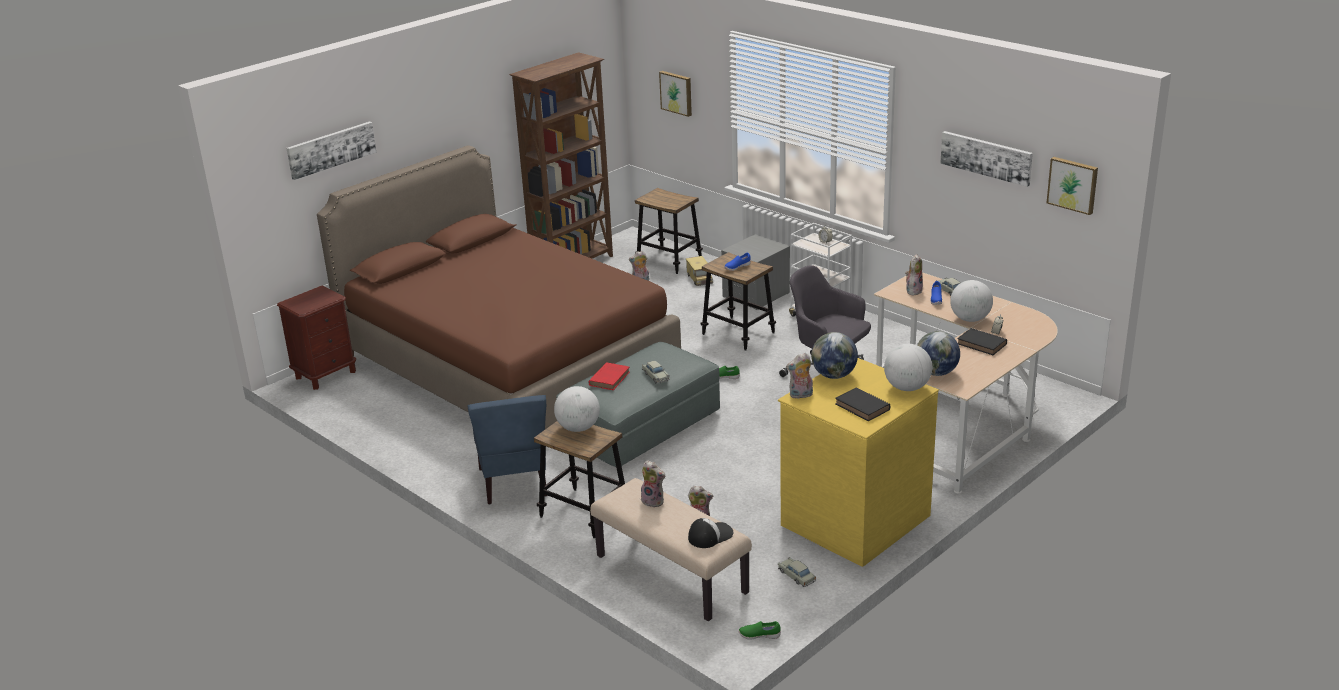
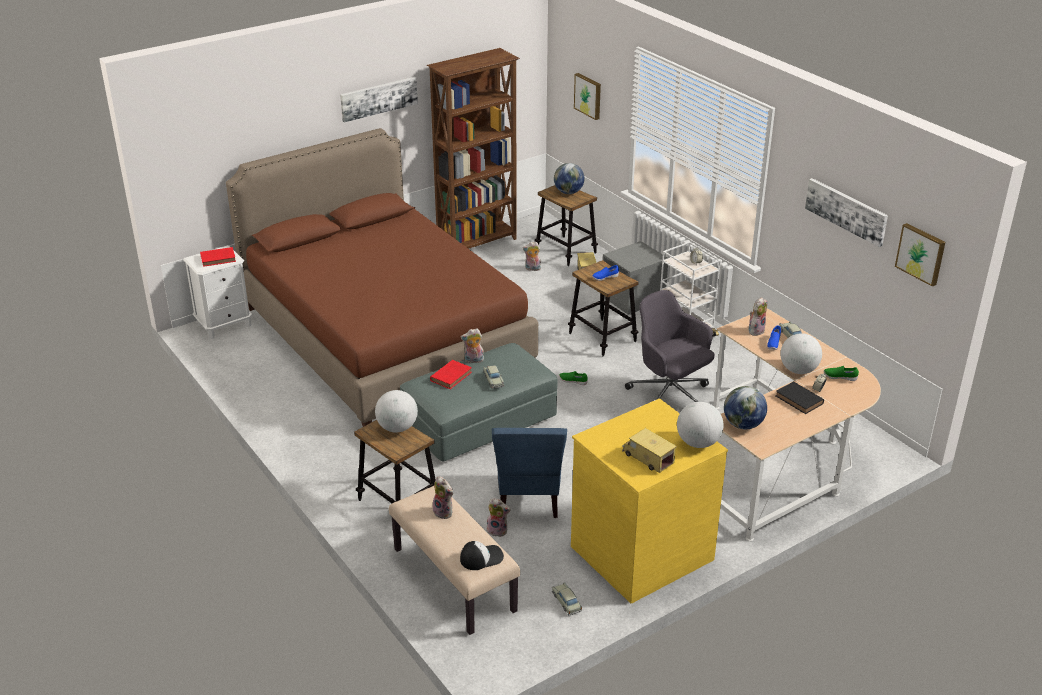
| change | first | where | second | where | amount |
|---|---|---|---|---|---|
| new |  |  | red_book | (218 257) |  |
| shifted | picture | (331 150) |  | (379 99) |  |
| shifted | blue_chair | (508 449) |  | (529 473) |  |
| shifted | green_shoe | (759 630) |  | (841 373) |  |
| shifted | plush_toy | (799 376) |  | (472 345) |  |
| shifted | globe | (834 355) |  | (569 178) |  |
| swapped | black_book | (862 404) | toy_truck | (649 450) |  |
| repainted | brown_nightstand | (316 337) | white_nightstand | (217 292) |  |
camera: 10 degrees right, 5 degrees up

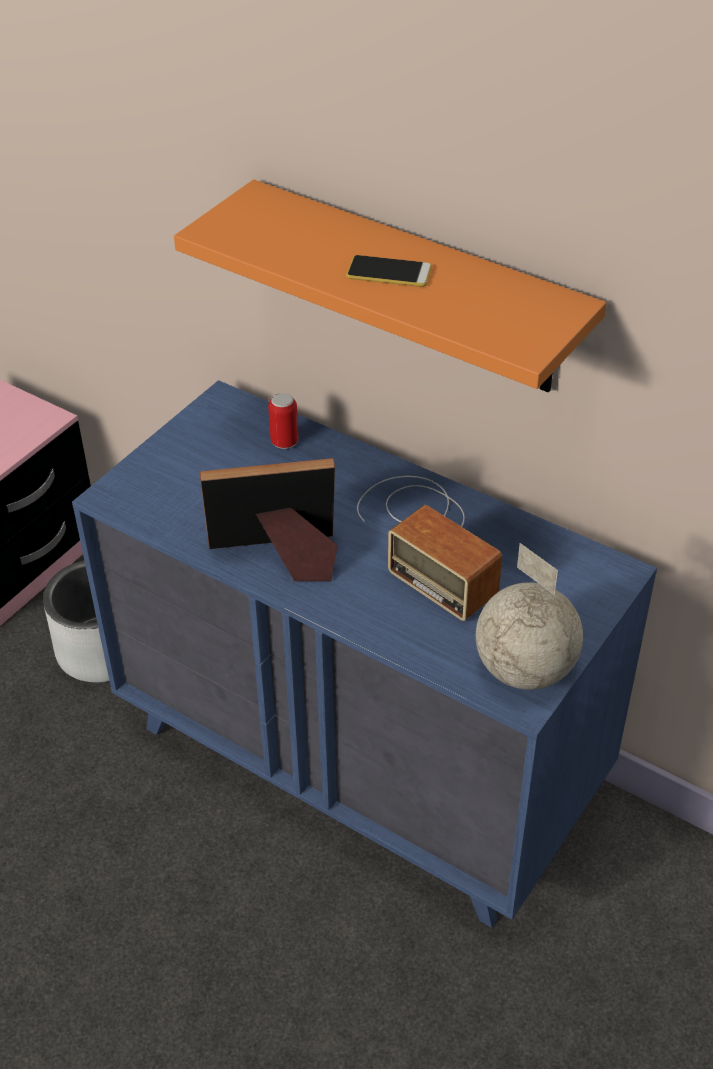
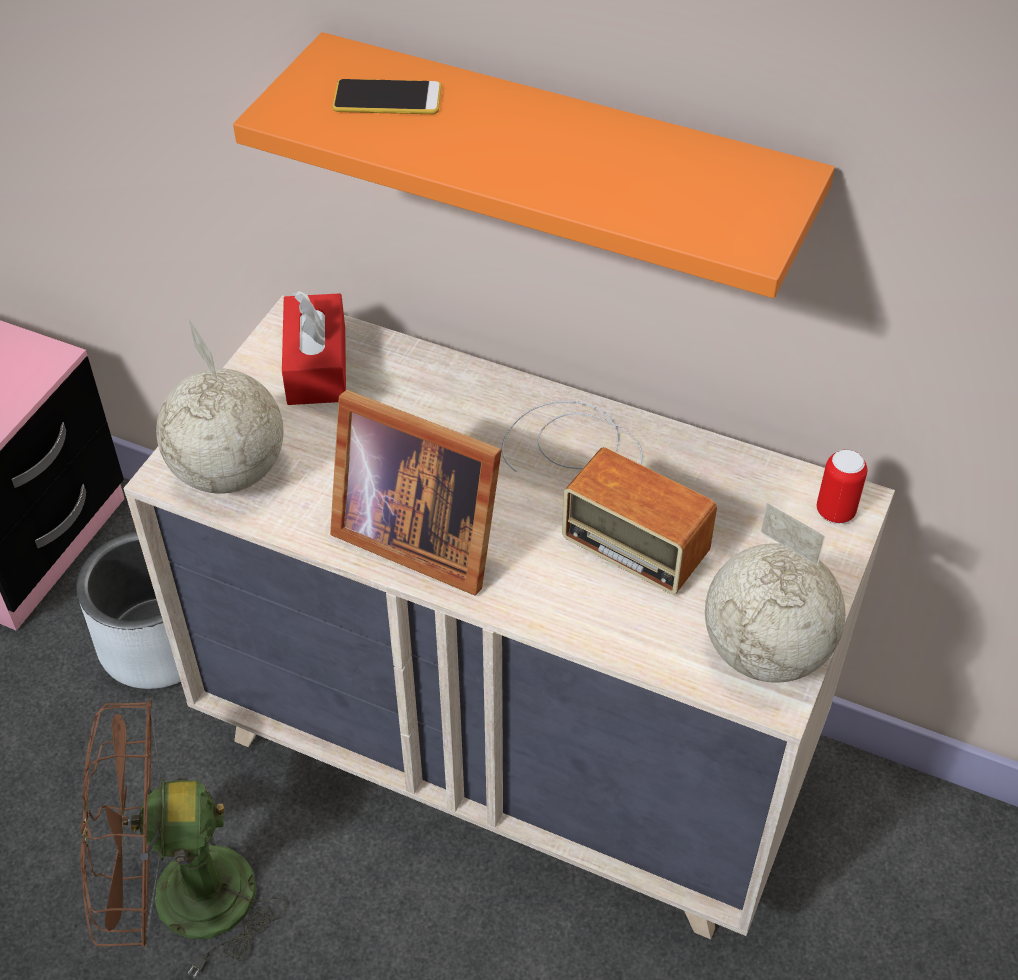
| change | first | where | second | where | amount |
|---|---|---|---|---|---|
| new |  |  | brown_fan | (184 837) |  |
| new |  |  | globe | (220 405) |  |
| new |  |  | red_tissue_box | (314 348) |  |
| shifted | can | (283 421) |  | (842 487) |  |
| shifted | phone | (389 271) |  | (387 96) |  |
| repainted | blue_dresser | (364 654) | beige_dresser | (509 617) |  |
| rotated | picture_frame | (269 519) |  | (416 493) | 135 degrees counterclockwise |
camera: 10 degrees left, 5 degrees up

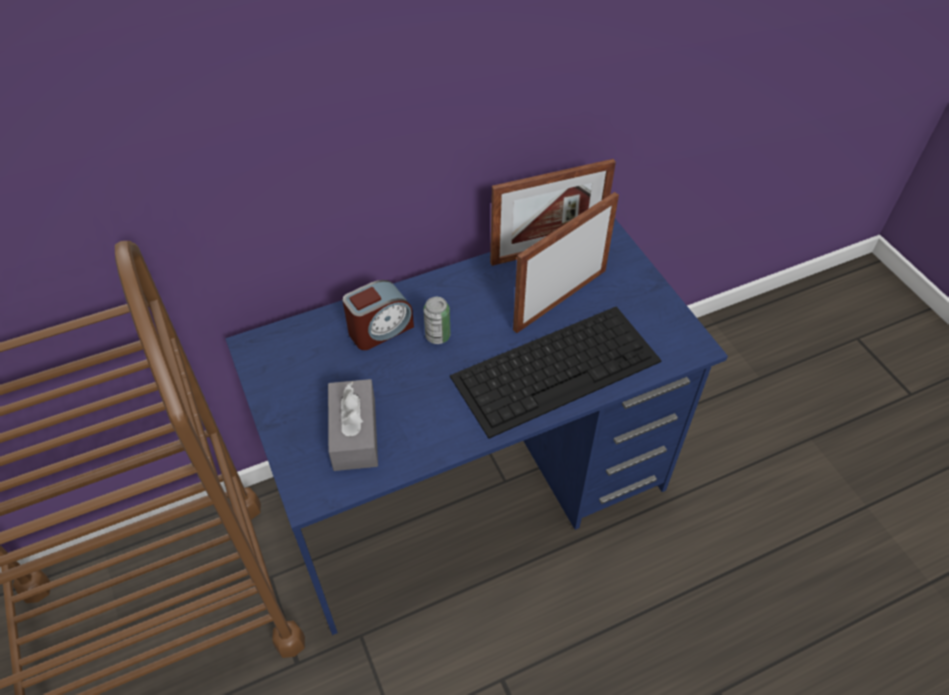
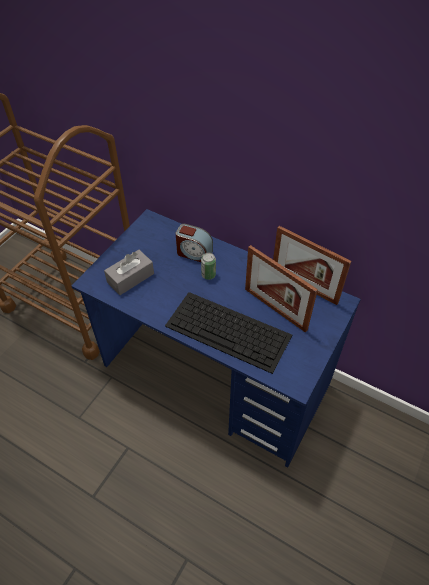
| change | first | where | second | where | amount |
|---|---|---|---|---|---|
| rotated | picture_frame | (566 262) |  | (281 289) | 150 degrees counterclockwise |
camera: 55 degrees right, 0 degrees up

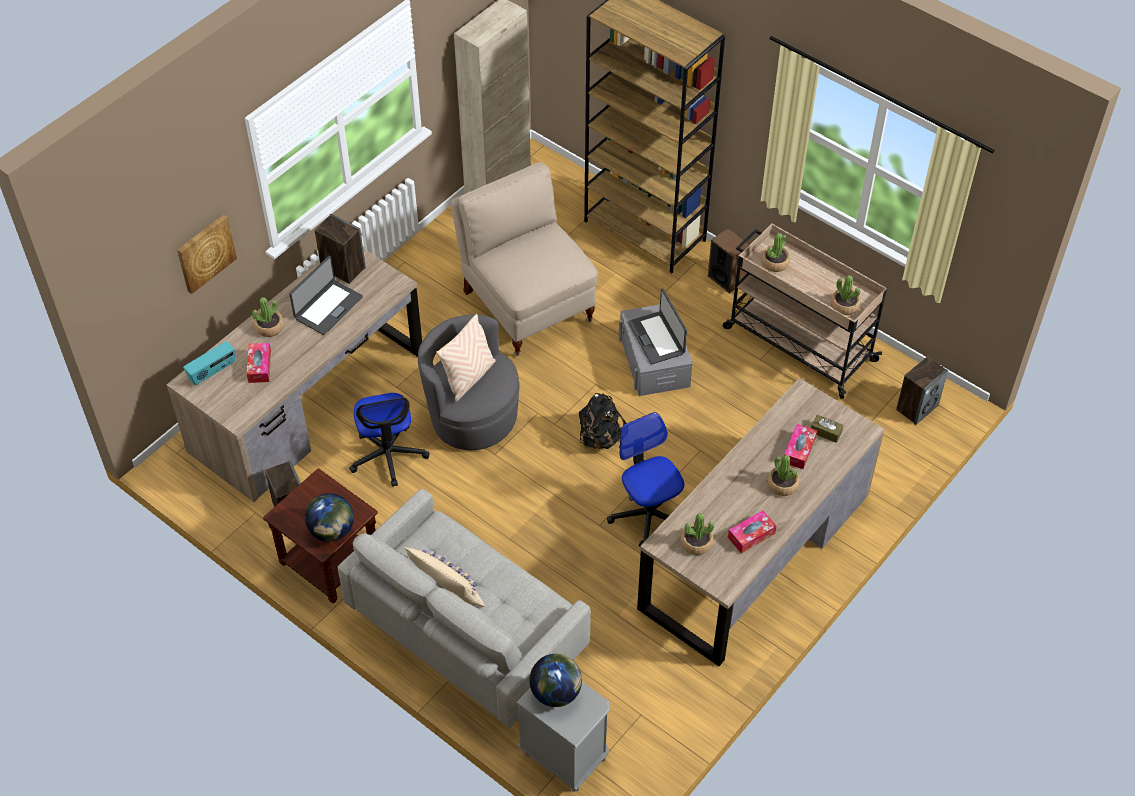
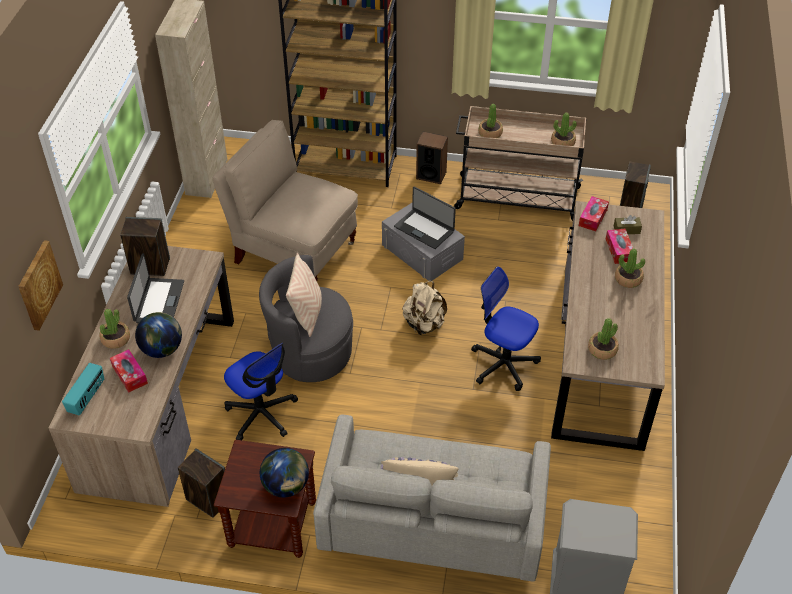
| change | first | where | second | where | amount |
|---|---|---|---|---|---|
| shifted | globe | (555 680) |  | (158 335) |  |
| shifted | tissue_box | (752 531) |  | (594 213) |  |
| repainted | black_backpack | (603 421) | beige_backpack | (424 308) |  |
camera: 30 degrees left, 5 degrees down

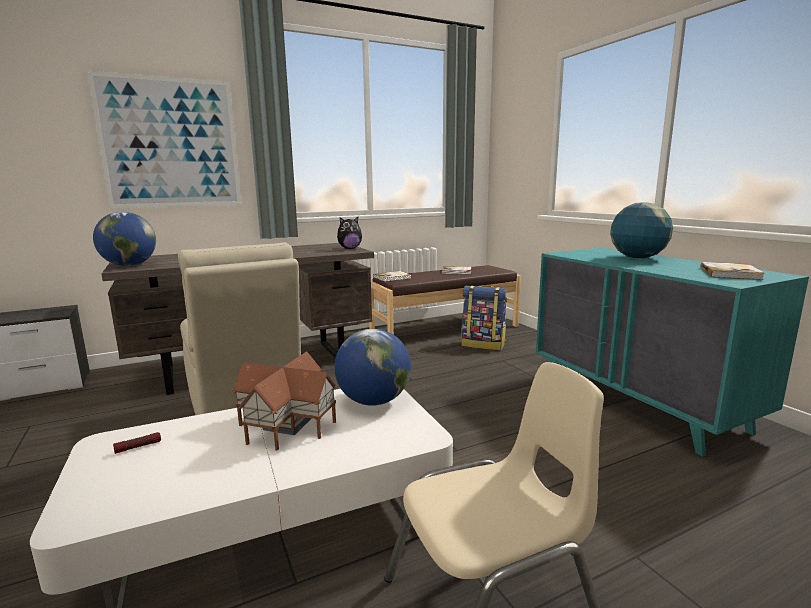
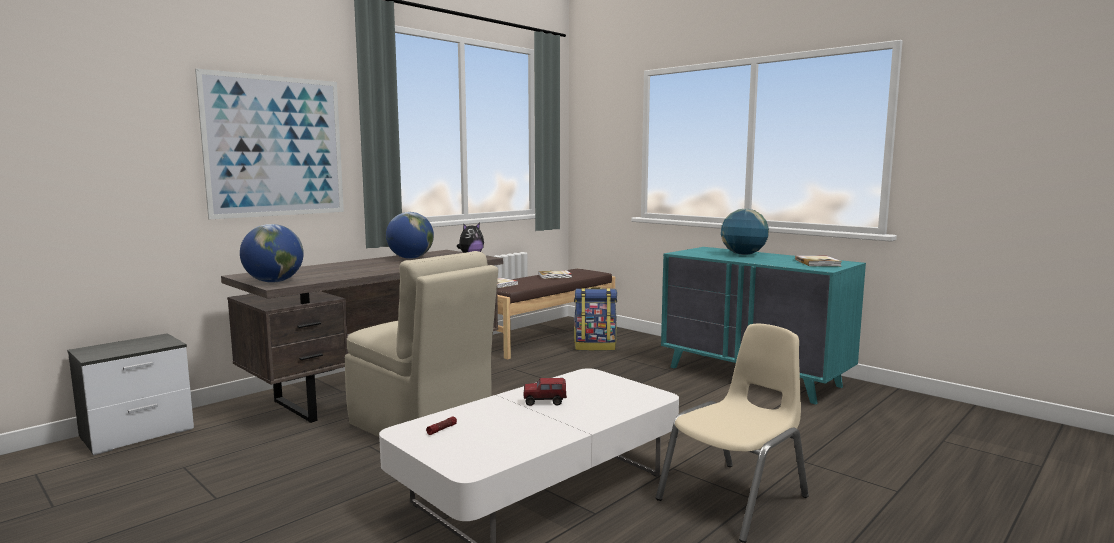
| change | first | where | second | where | amount |
|---|---|---|---|---|---|
| shifted | globe | (372 367) |  | (410 235) |  |
| swapped | toy_house | (284 401) | toy_truck | (545 392) |  |
camera: 20 degrees left, 5 degrees down

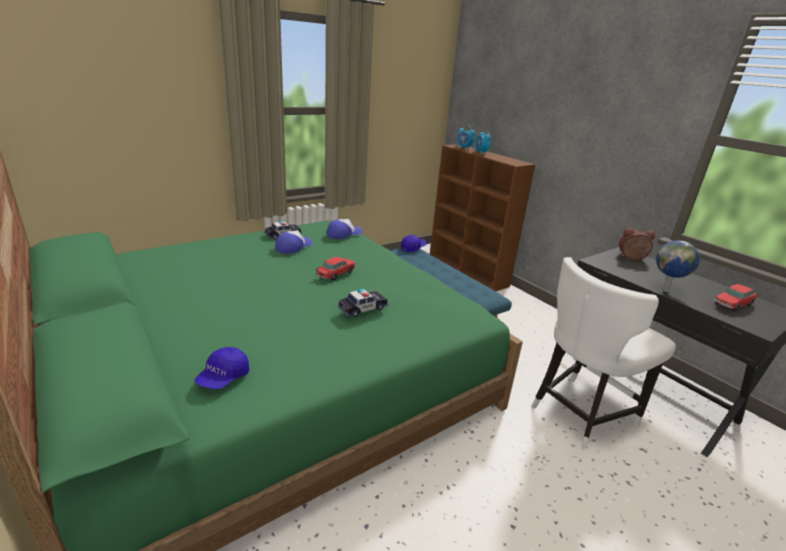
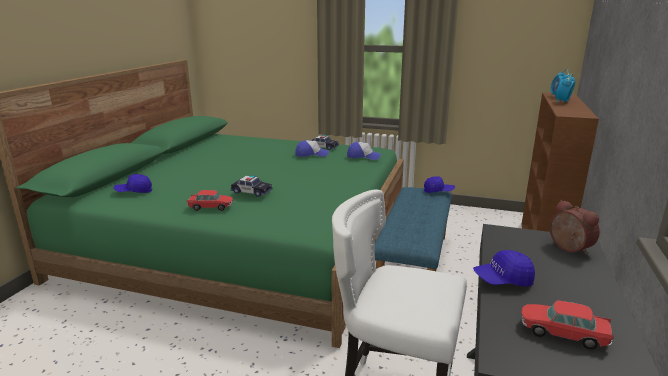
| change | first | where | second | where | amount |
|---|---|---|---|---|---|
| shifted | toy_car | (335 269) |  | (210 200) |  |
| swapped | globe | (678 266) | blue_cap | (504 268) |  |
camera: 55 degrees right, 5 degrees down

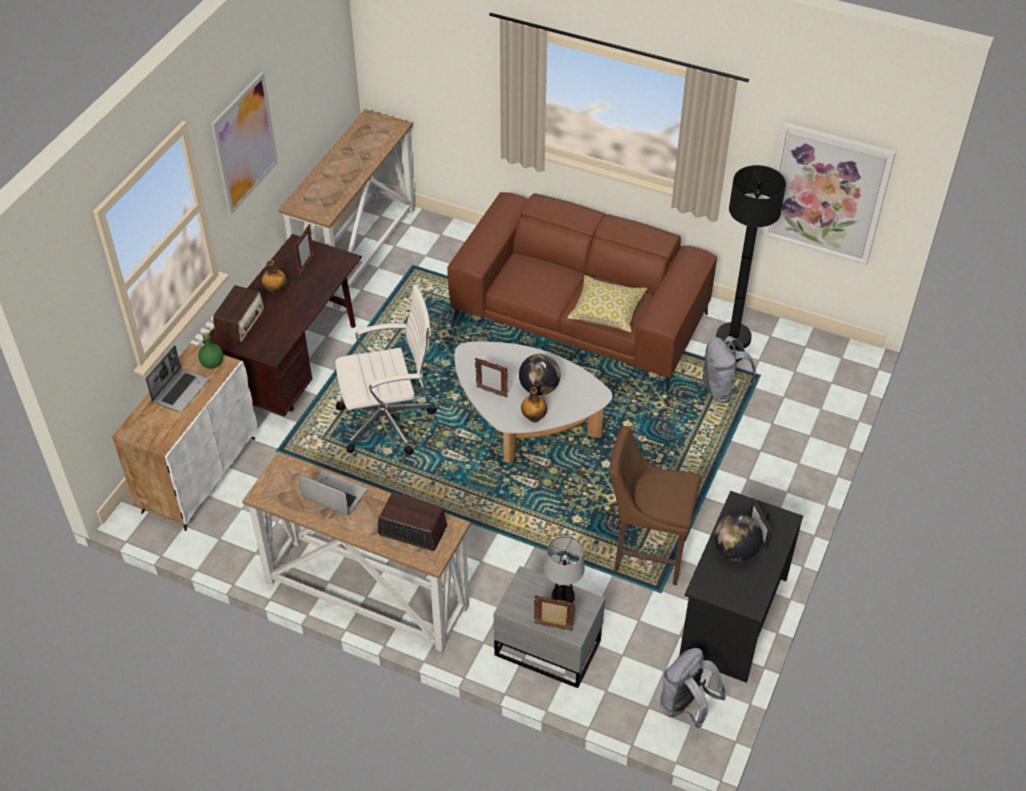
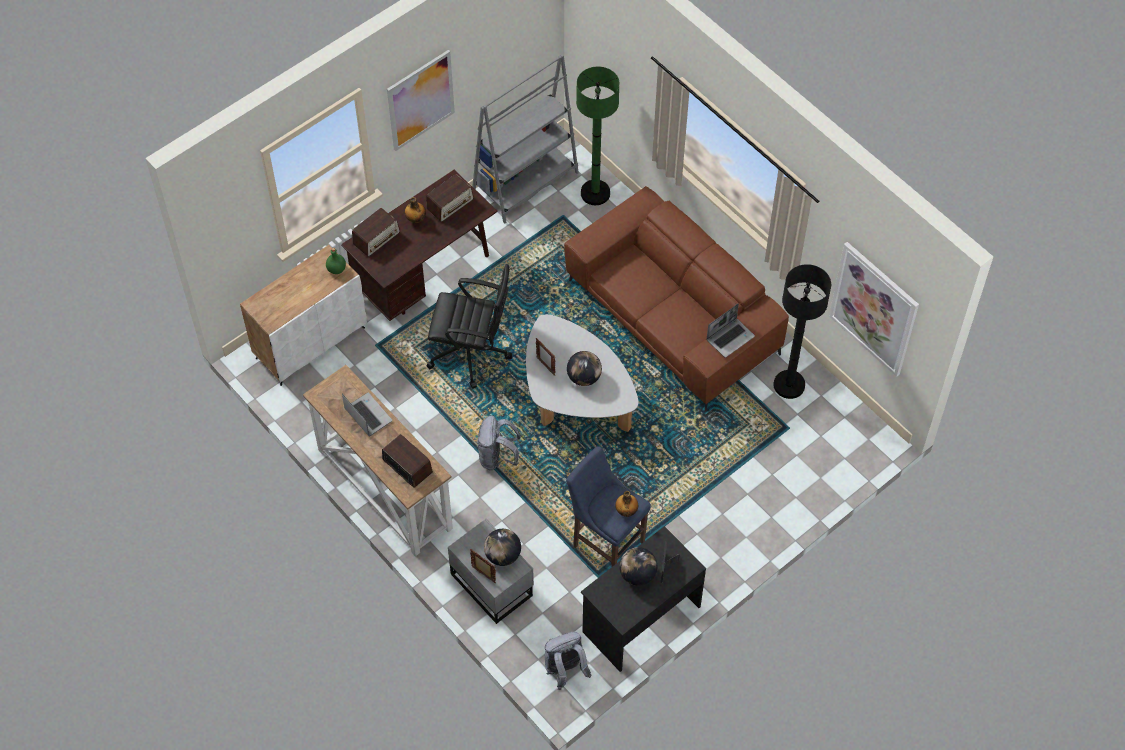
| change | first | where | second | where | amount |
|---|---|---|---|---|---|
| gone | pillow | (607 303) |  |  |  |
| new |  |  | green_floor_lamp | (597 136) |  |
| shifted | laptop | (177 379) |  | (730 331) |  |
| shifted | bottle | (534 404) |  | (626 504) |  |
| shifted | grey_backpack | (729 369) |  | (499 442) |  |
| swapped | console_table | (346 209) | grey_bookcase | (525 139) |  |
| swapped | picture_frame | (304 249) | radio | (450 198) |  |
| swapped | table_lamp | (564 569) | globe | (502 547) |  |
| repainted | white_office_chair | (386 370) | black_office_chair | (469 326) |  |
| repainted | brown_stool | (655 505) | blue_stool | (608 506) |  |
camera: 25 degrees right, 10 degrees up

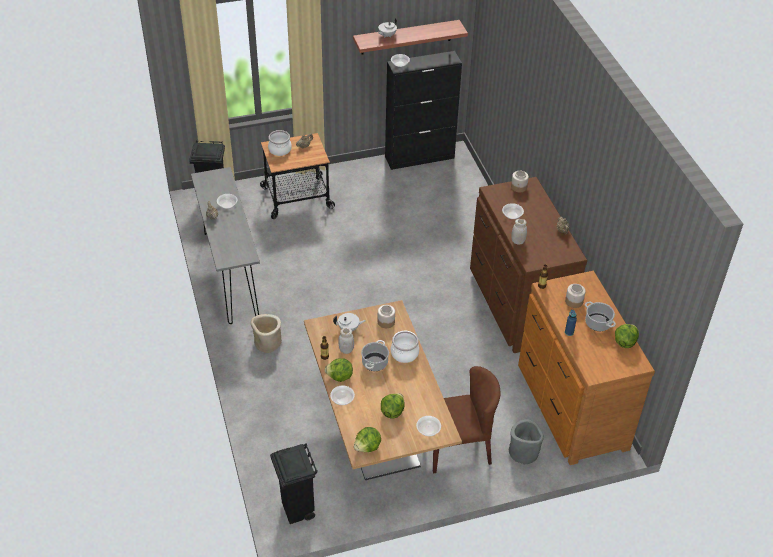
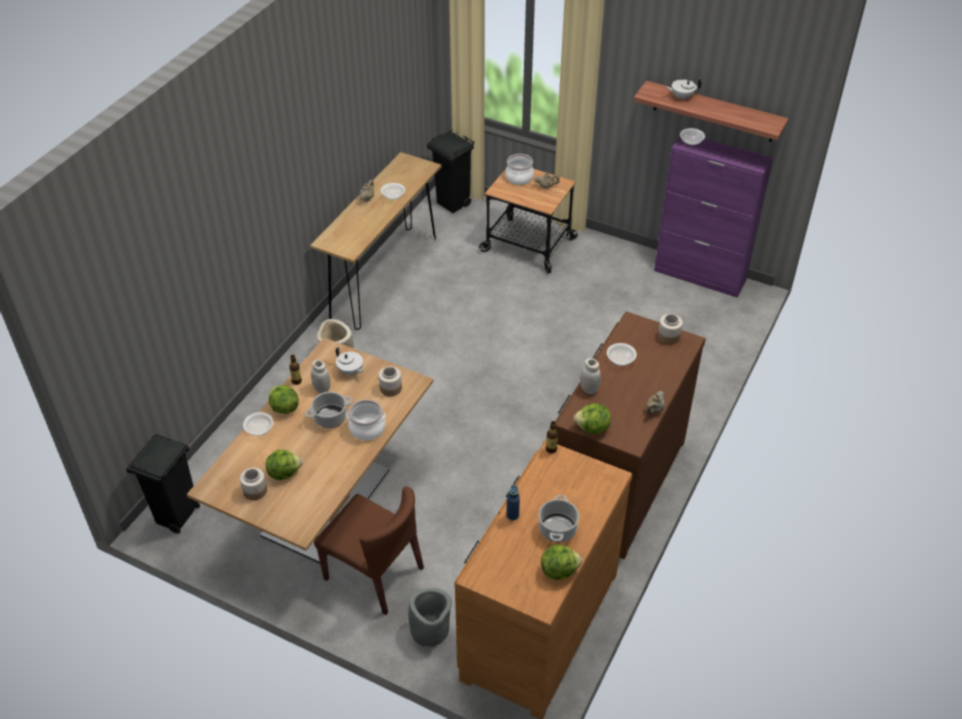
| change | first | where | second | where | amount |
|---|---|---|---|---|---|
| gone | bowl | (428 426) |  |  |  |
| shifted | lettuce | (367 439) |  | (592 419) |  |
| shifted | jar | (575 296) |  | (253 484) |  |
| repainted | grey_console_table | (225 245) | brown_console_table | (375 241) |  |
| repainted | black_cabinet | (423 110) | purple_cabinet | (713 216) |  |
camera: 45 degrees right, 0 degrees up

